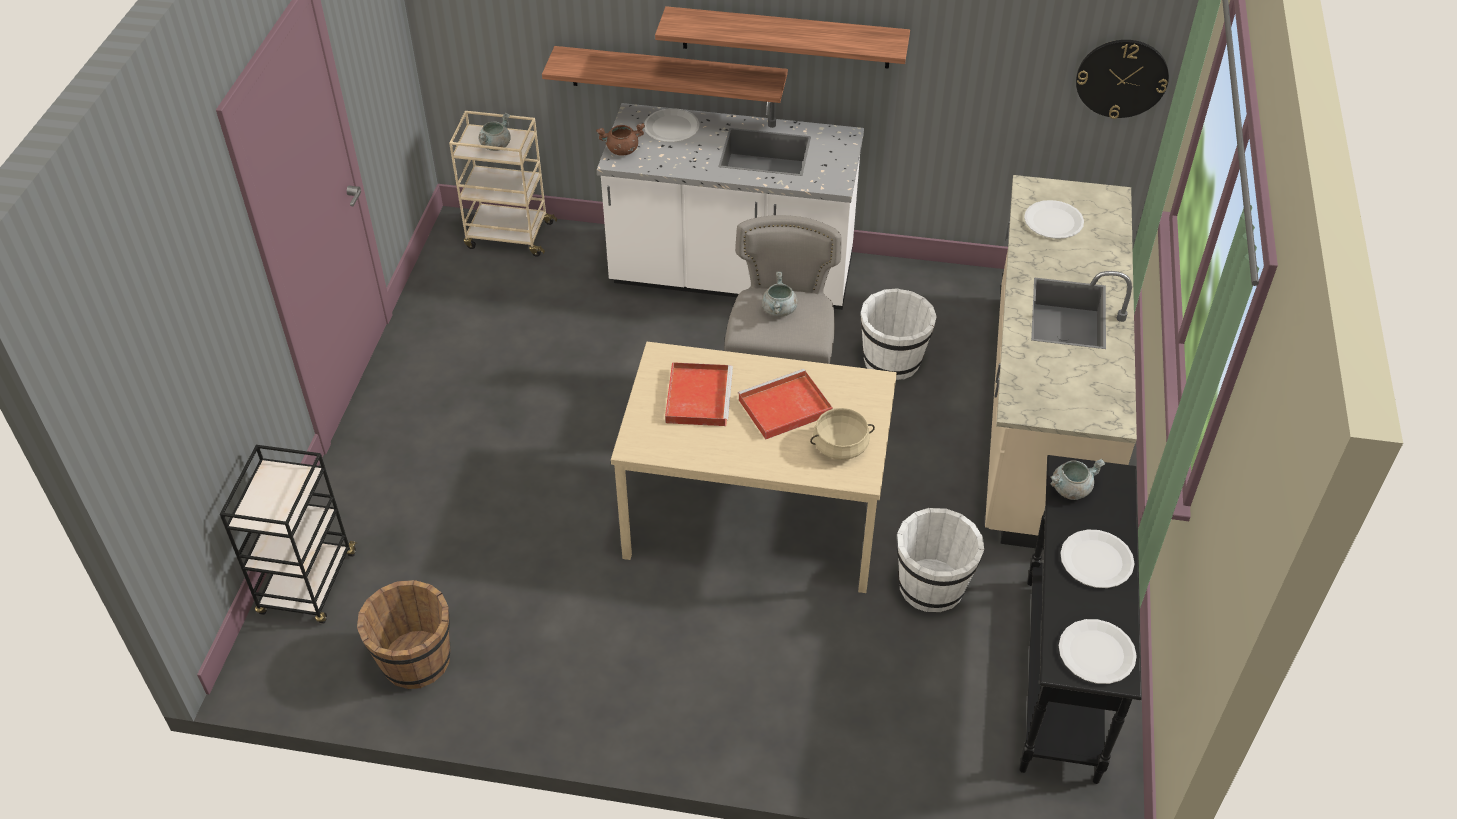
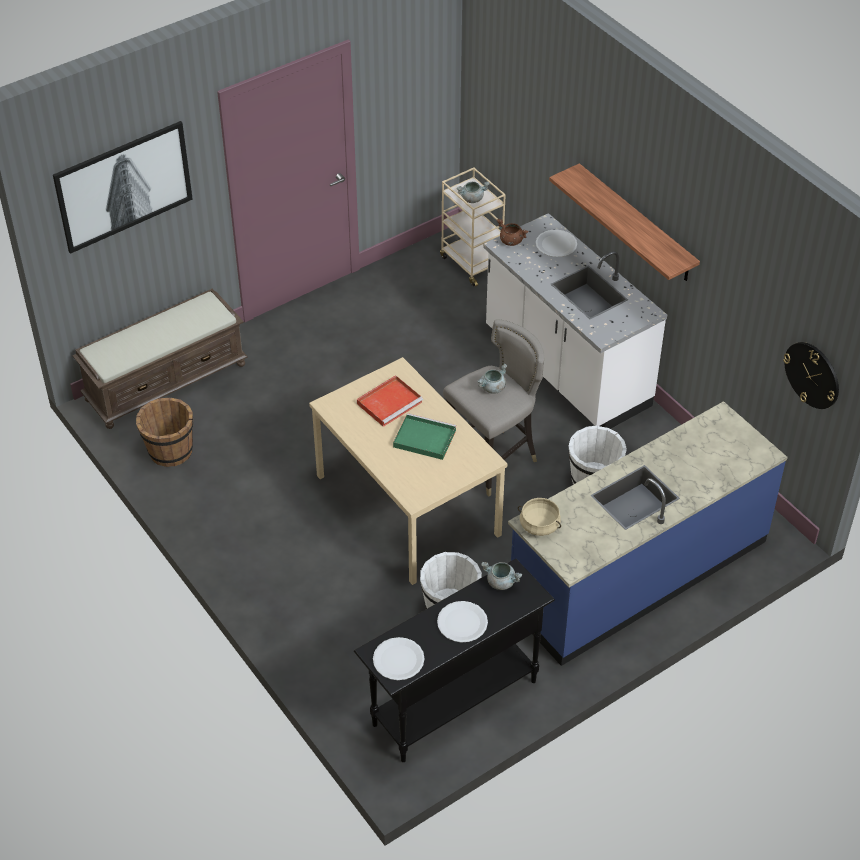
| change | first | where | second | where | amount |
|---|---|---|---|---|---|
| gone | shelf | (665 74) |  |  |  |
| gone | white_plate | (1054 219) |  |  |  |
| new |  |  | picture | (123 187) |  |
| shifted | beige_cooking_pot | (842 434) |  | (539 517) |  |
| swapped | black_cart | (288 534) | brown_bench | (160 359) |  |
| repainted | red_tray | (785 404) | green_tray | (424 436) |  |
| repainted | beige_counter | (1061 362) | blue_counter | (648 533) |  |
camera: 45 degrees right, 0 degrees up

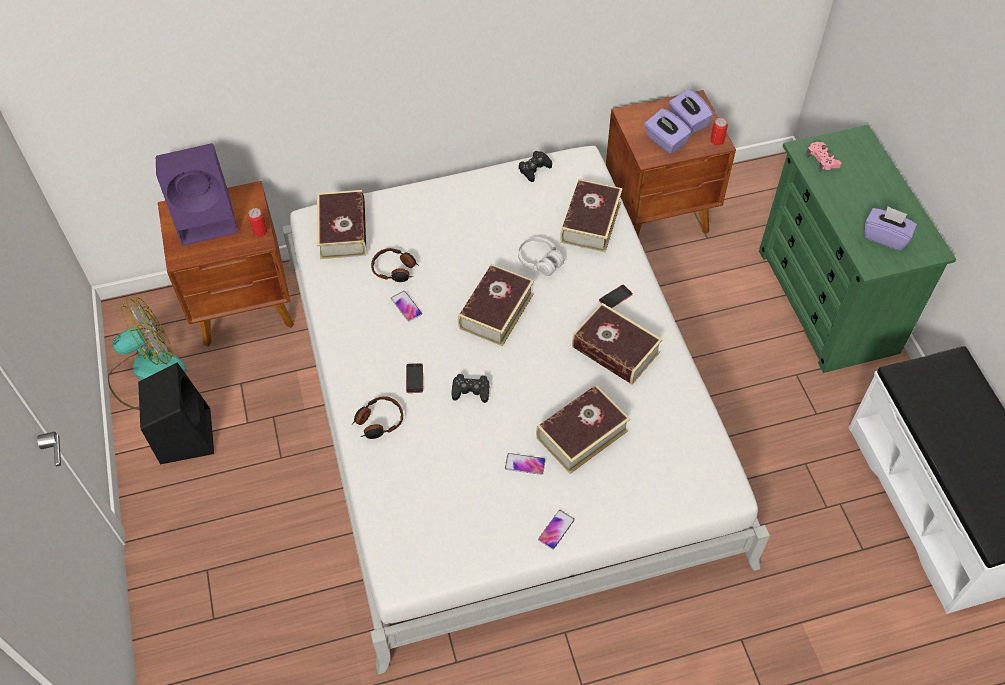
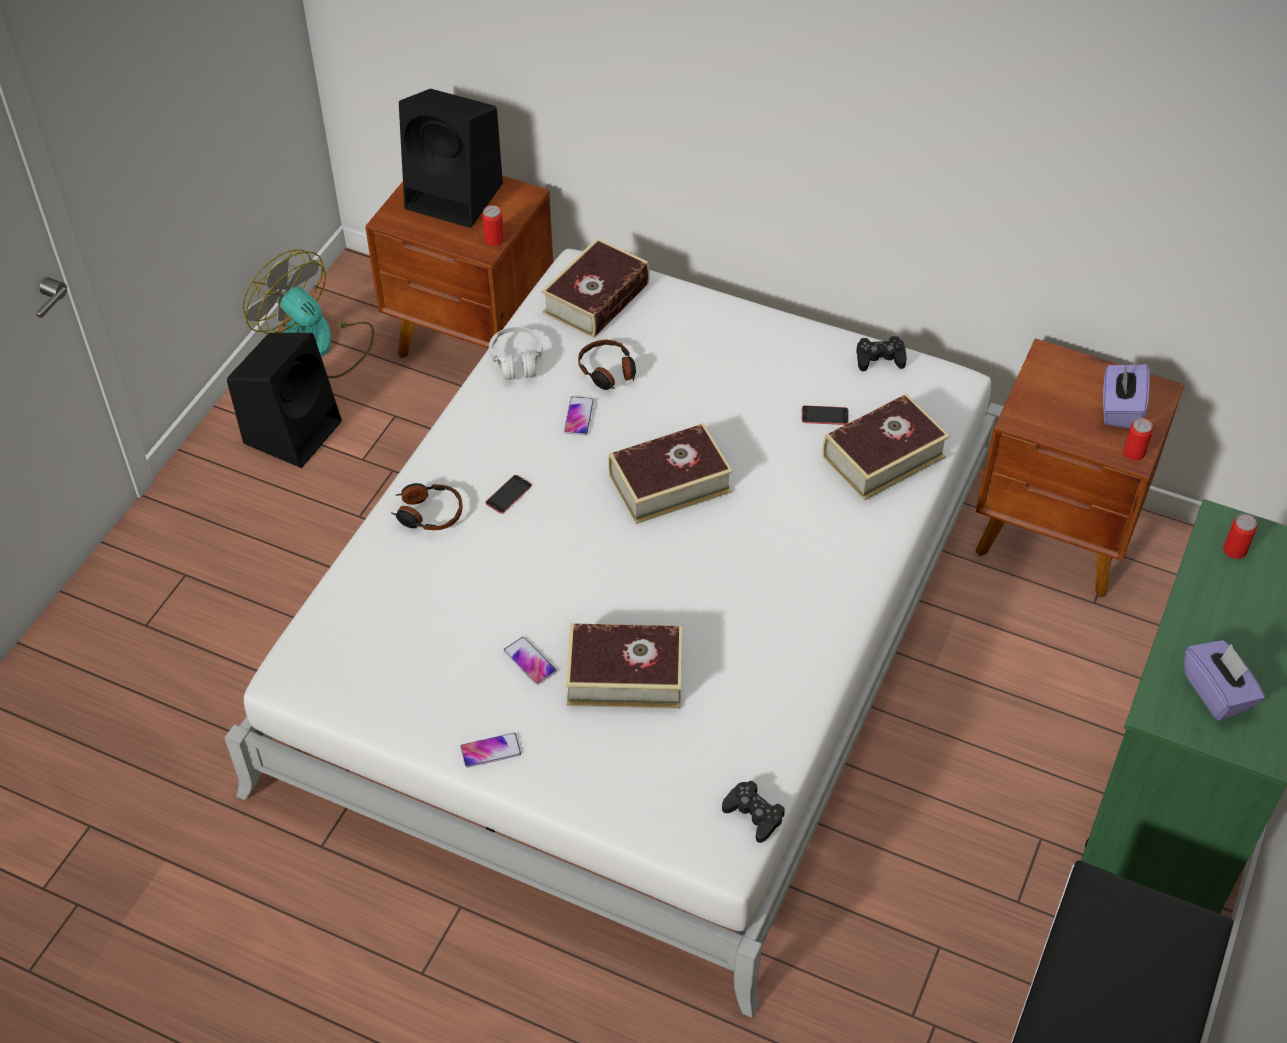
| change | first | where | second | where | amount |
|---|---|---|---|---|---|
| gone | book | (617 344) |  |  |  |
| gone | purple_tissue_box | (668 131) |  |  |  |
| shifted | black_game_controller | (470 388) |  | (753 812) |  |
| shifted | white_headphones | (541 256) |  | (516 353) |  |
| shifted | phone | (616 296) |  | (825 415) |  |
| swapped | pink_game_controller | (824 157) | can | (1240 536) |  |
| repainted | purple_speaker | (197 194) | black_speaker | (451 158) |  |
| rotated | fan | (147 353) |  | (308 313) | 150 degrees counterclockwise |
camera: 40 degrees right, 5 degrees down

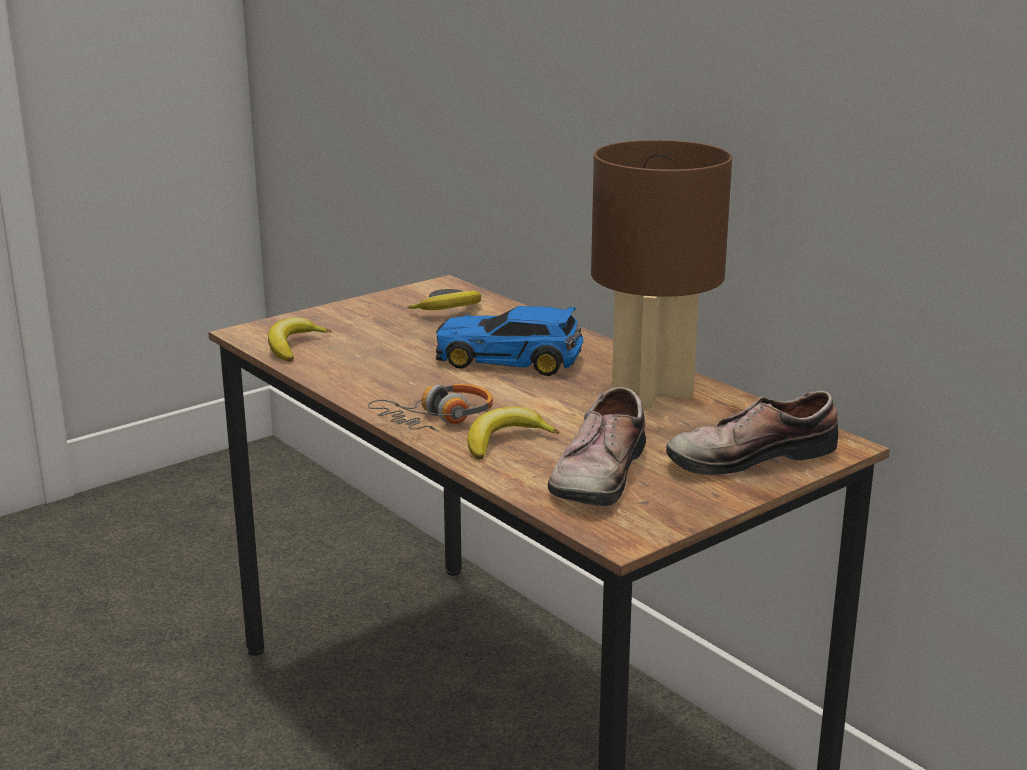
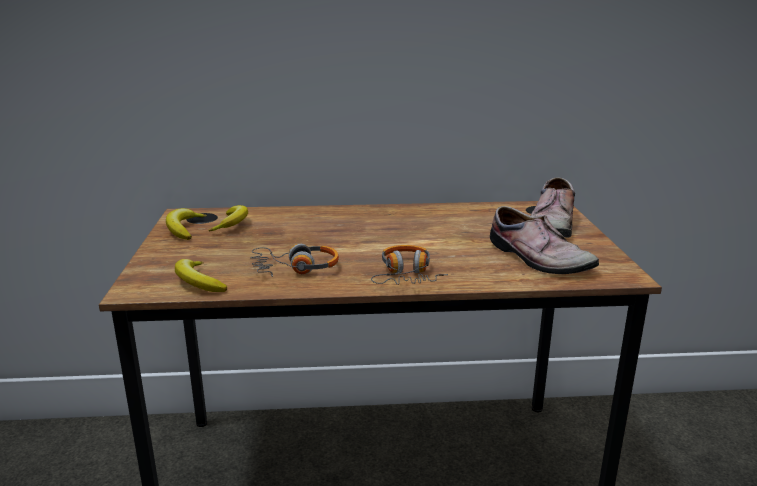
| change | first | where | second | where | amount |
|---|---|---|---|---|---|
| gone | toy_car | (509 341) |  |  |  |
| gone | brown_table_lamp | (661 274) |  |  |  |
| new |  |  | headphones | (294 260) |  |
| shifted | banana | (513 433) |  | (186 224) |  |
camera: 55 degrees left, 0 degrees up

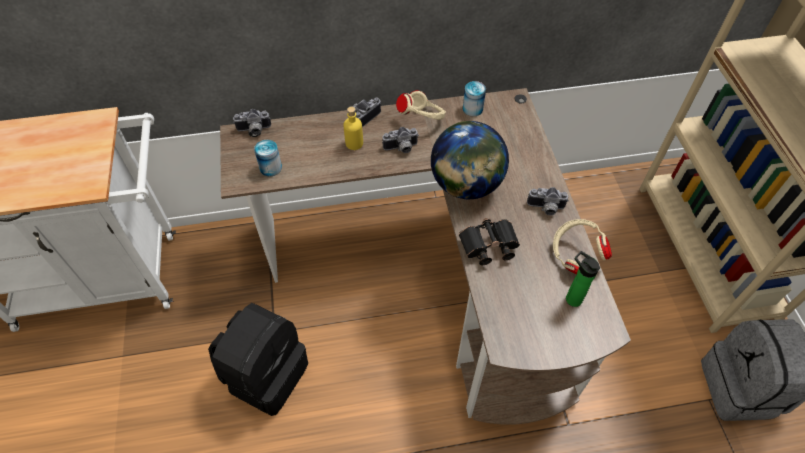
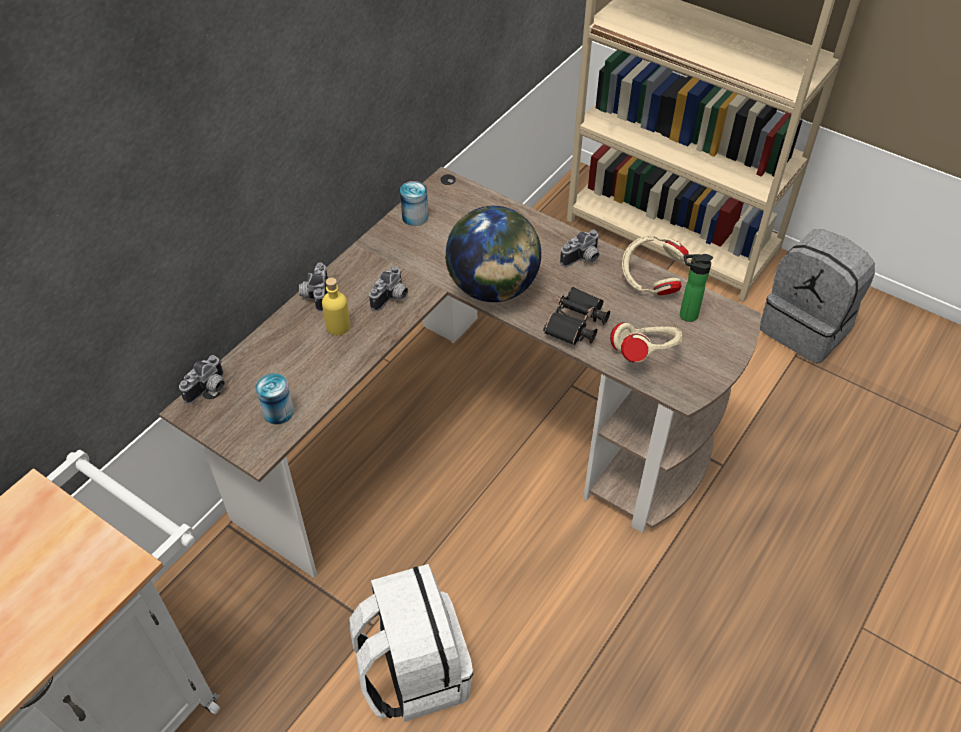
| change | first | where | second | where | amount |
|---|---|---|---|---|---|
| shifted | beige_headphones | (421 105) |  | (646 342) |  |
| repainted | black_backpack | (258 359) | white_backpack | (411 643) |  |
camera: 45 degrees left, 5 degrees down

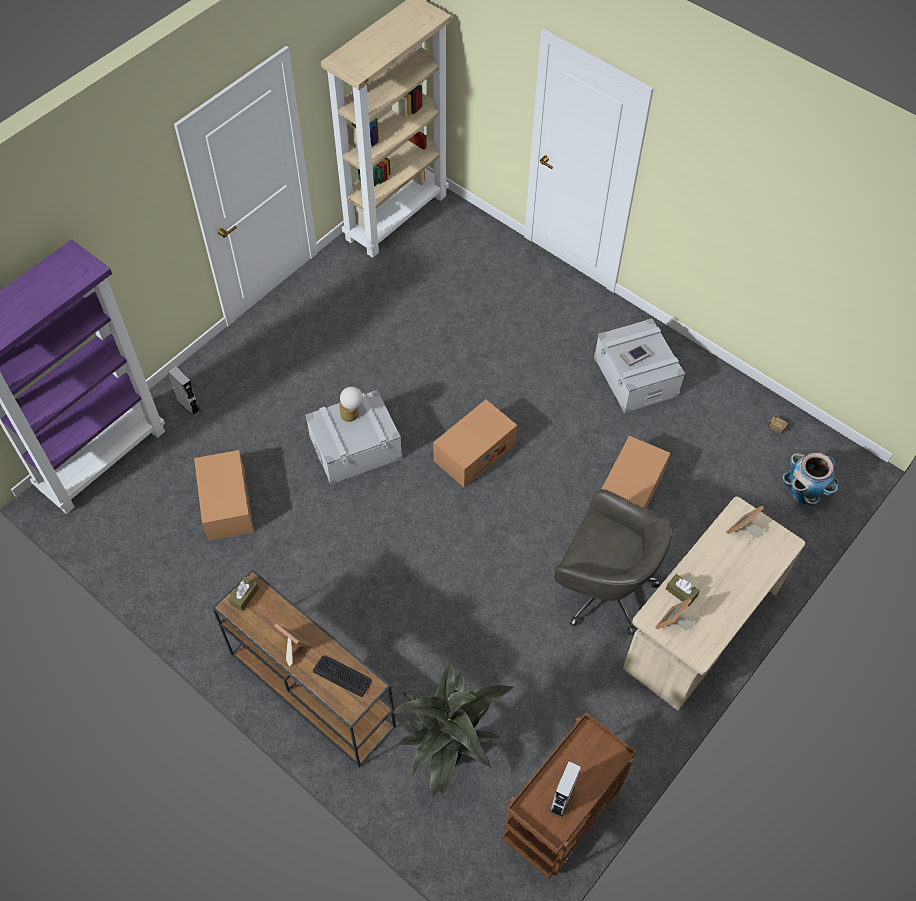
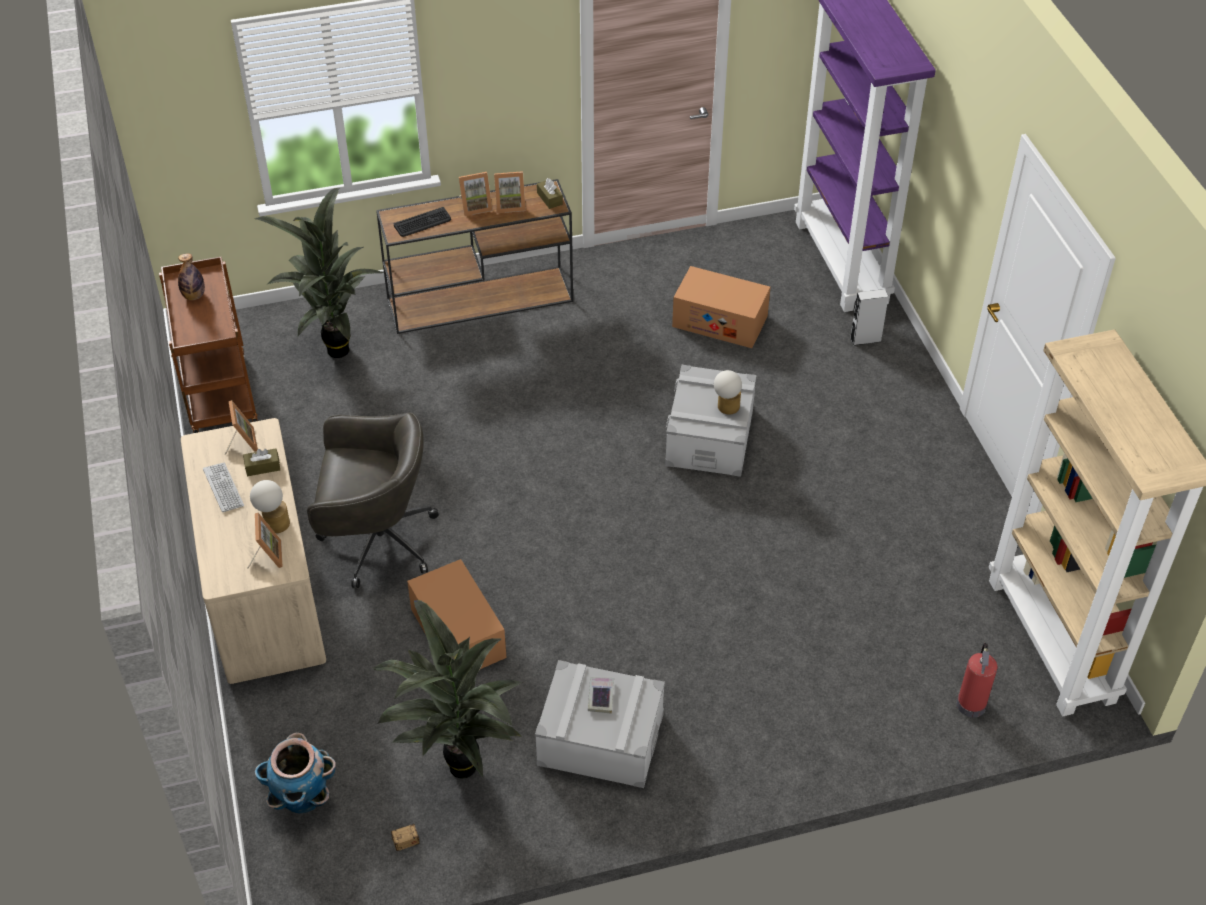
| change | first | where | second | where | amount |
|---|---|---|---|---|---|
| gone | cardboard_box | (475 444) |  |  |  |
| new |  |  | keyboard | (223 487) |  |
| new |  |  | table_lamp | (270 506) |  |
| new |  |  | potted_plant | (447 689) |  |
| new |  |  | picture_frame | (510 192) |  |
| new |  |  | fire_extinguisher | (977 680) |  |
| swapped | grey_speaker | (565 789) | bottle | (191 276) |  |
| rotated | grey_office_chair | (612 562) |  | (373 500) | 150 degrees counterclockwise |
camera: 125 degrees right, 10 degrees down

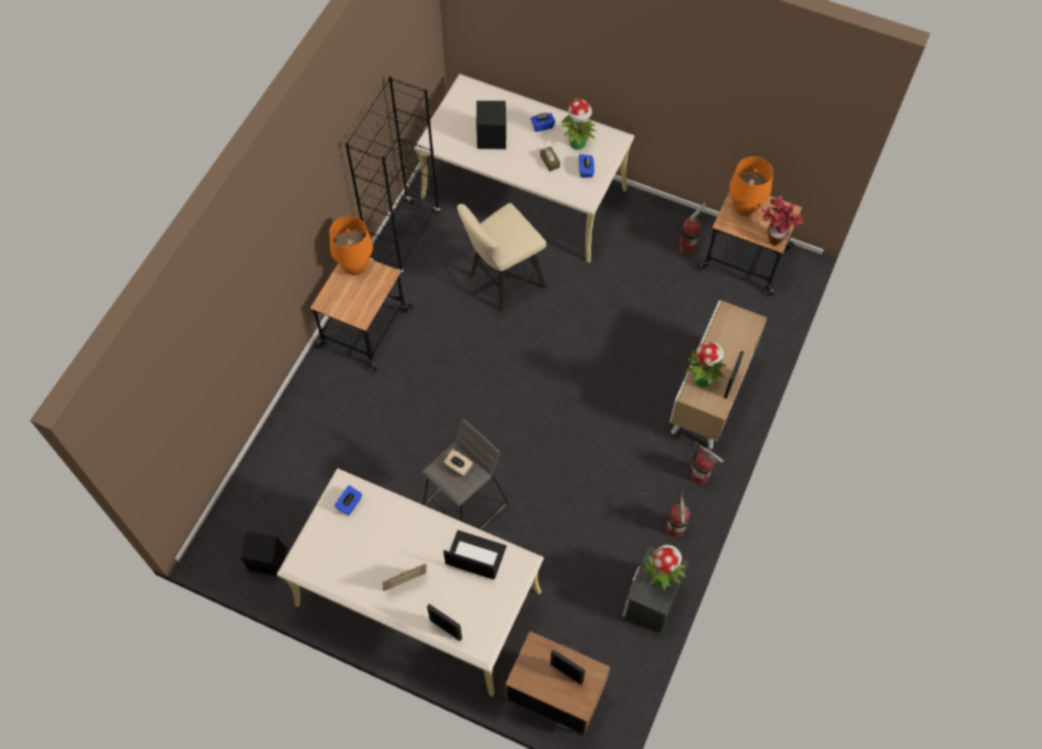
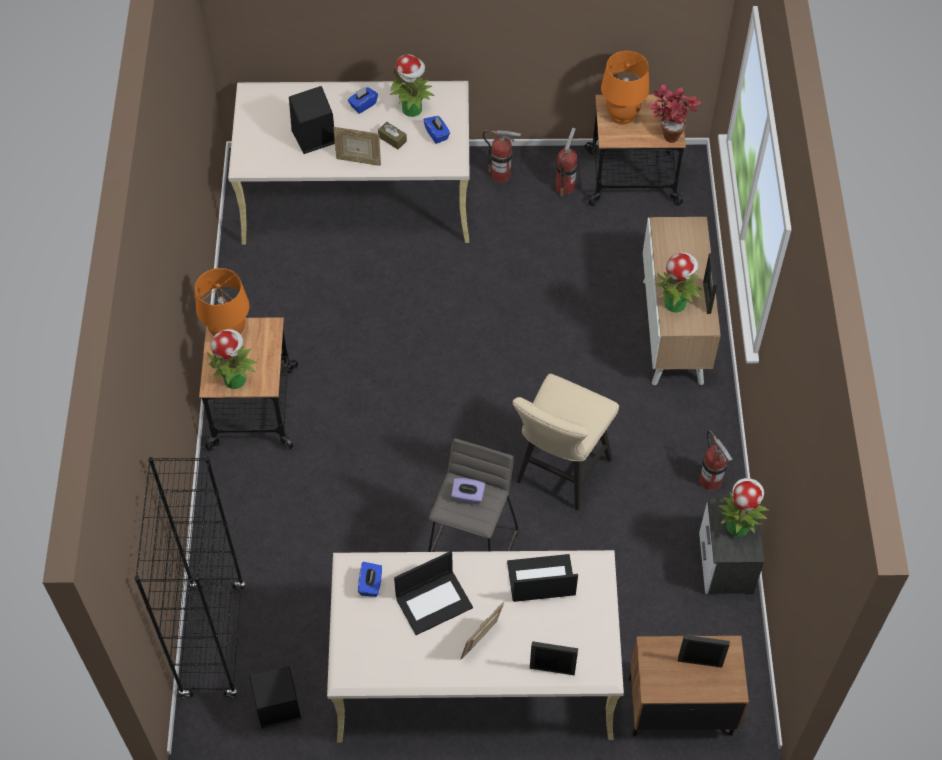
| change | first | where | second | where | amount |
|---|---|---|---|---|---|
| new |  |  | potted_plant | (232 359) |  |
| new |  |  | picture_frame | (357 146) |  |
| new |  |  | laptop | (433 593) |  |
| shifted | black_bookcase | (392 176) |  | (189 577) |  |
| shifted | beige_stool | (501 257) |  | (565 442) |  |
| shifted | fire_extinguisher | (707 463) |  | (502 156) |  |
| repainted | beige_tissue_box | (458 462) | purple_tissue_box | (468 491) |  |
camera: 25 degrees left, 5 degrees down

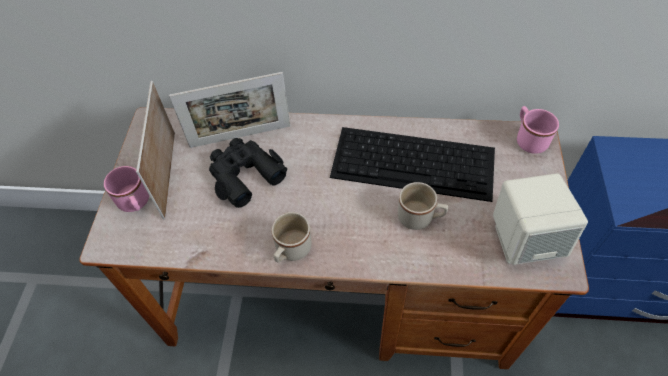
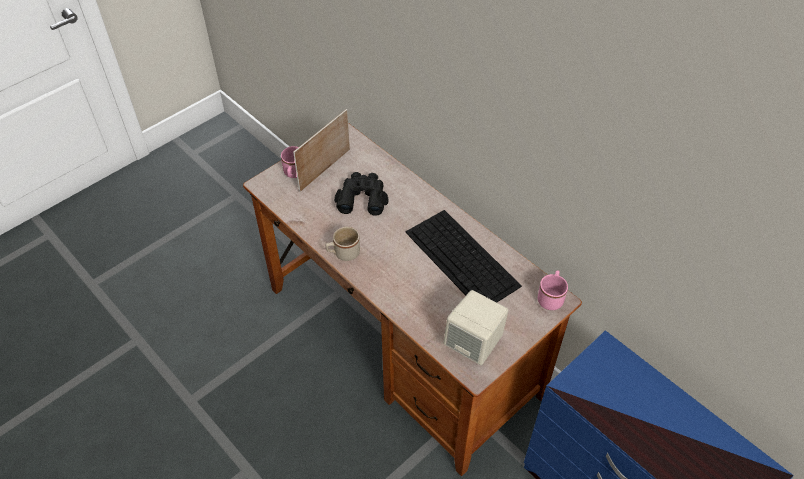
| change | first | where | second | where | amount |
|---|---|---|---|---|---|
| gone | picture_frame | (229 110) |  |  |  |
| gone | beige_mug | (423 206) |  |  |  |
camera: 40 degrees right, 5 degrees down

